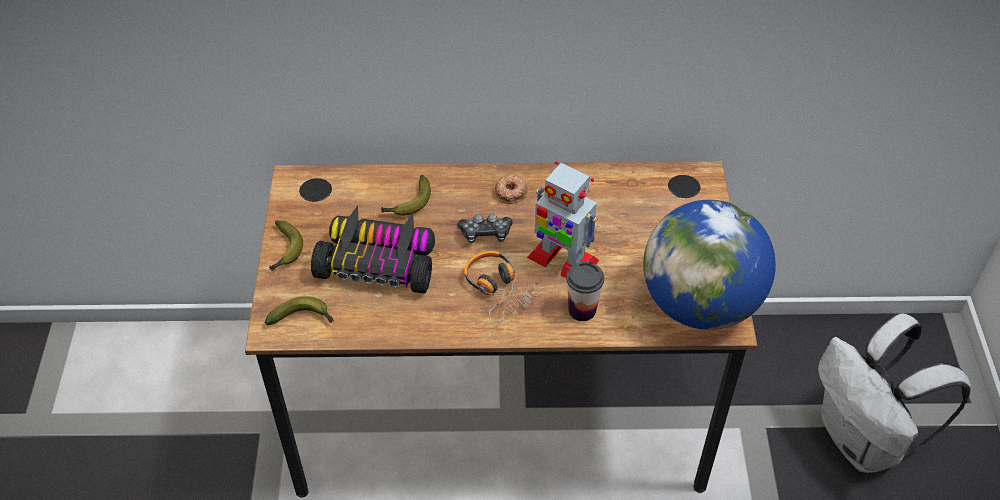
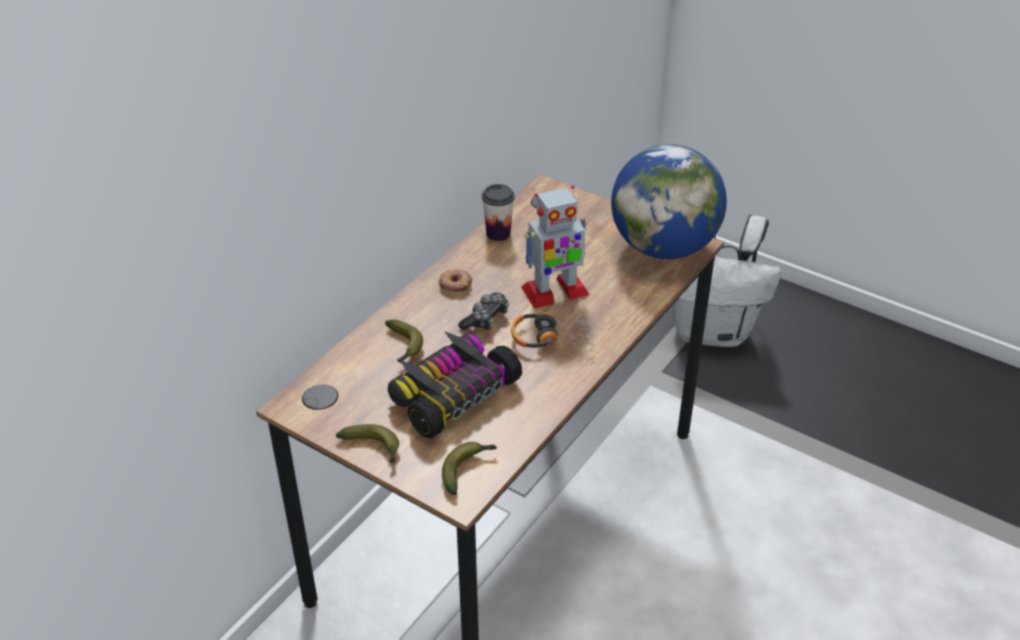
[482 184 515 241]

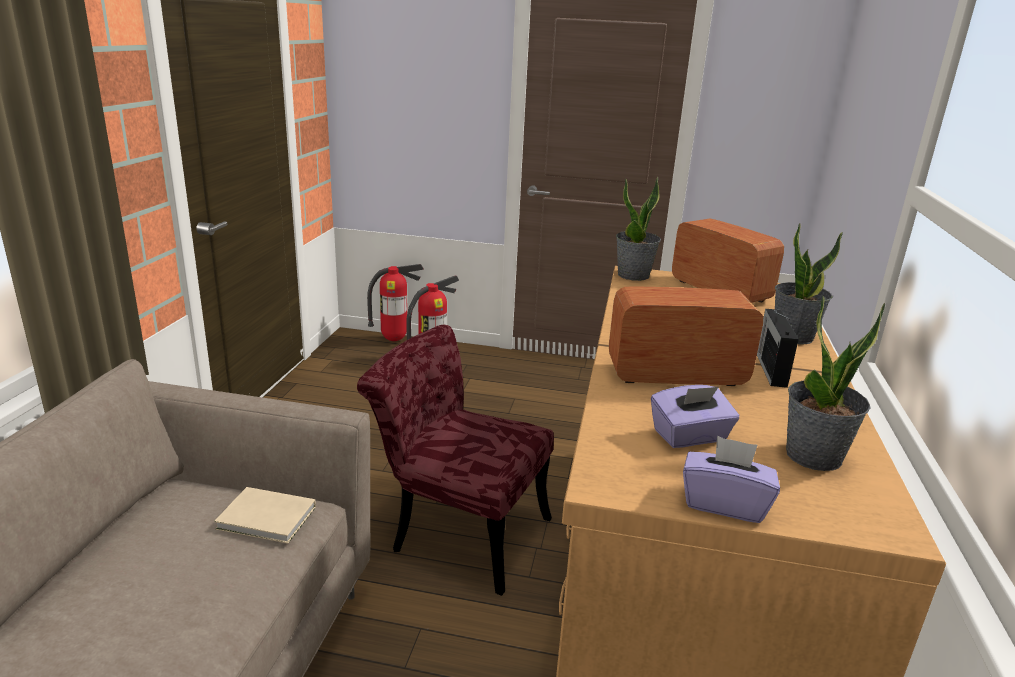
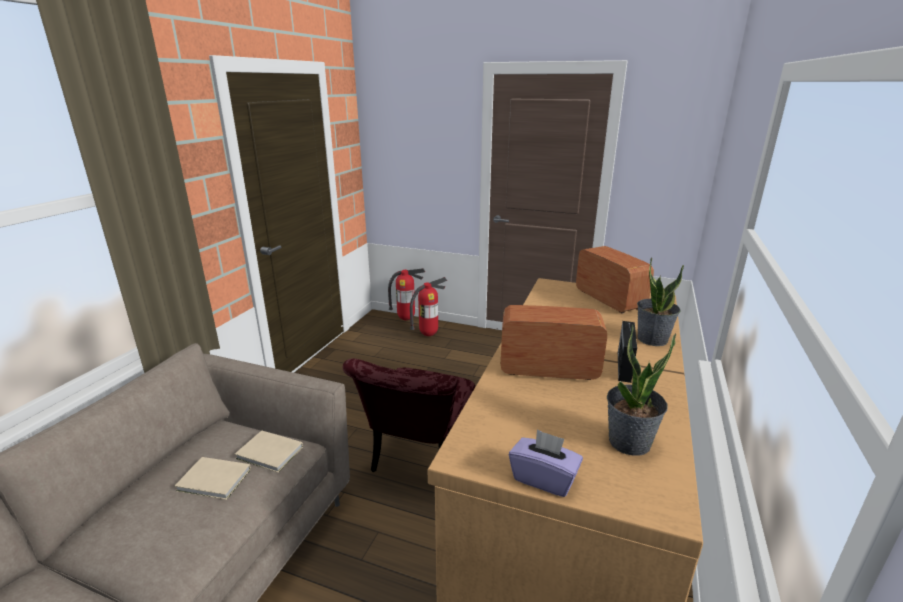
[616 177 661 281] (first image)
[651 385 739 448] (first image)
[174 457 251 500]
[343 358 475 472]

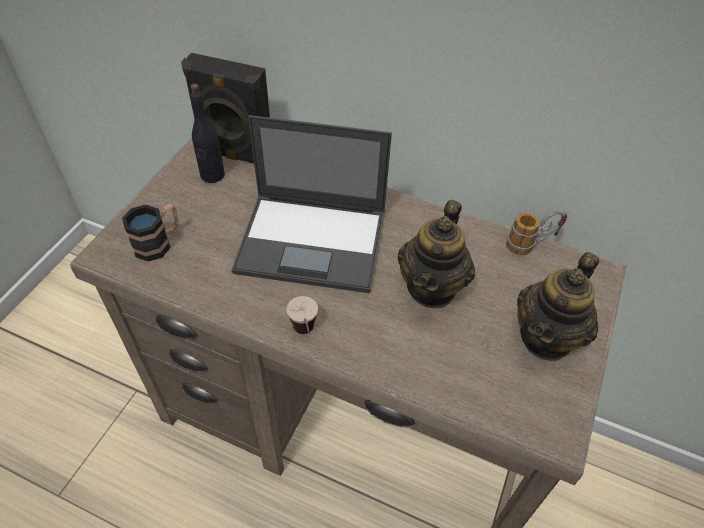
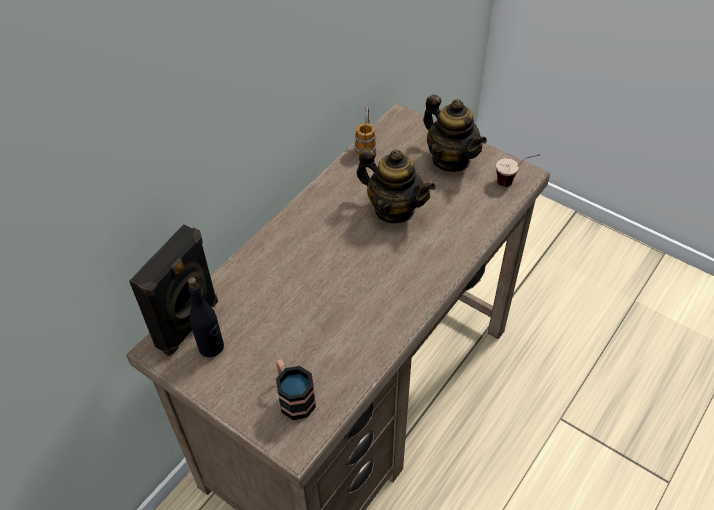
[231 115 392 293] (first image)
[496 154 540 187]

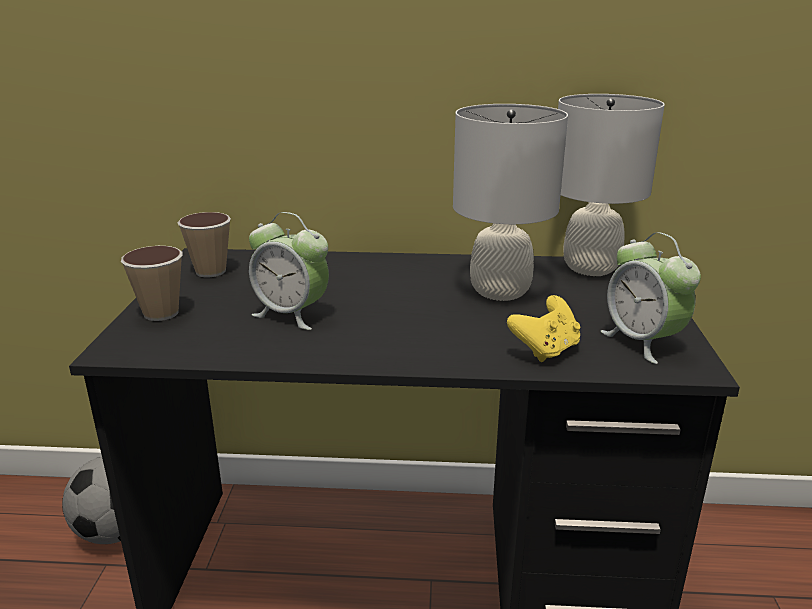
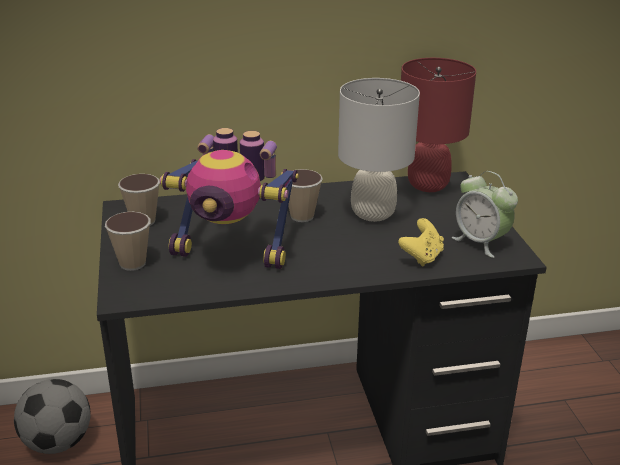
[288 169 323 222]
[160 128 299 269]
[401 58 476 192]

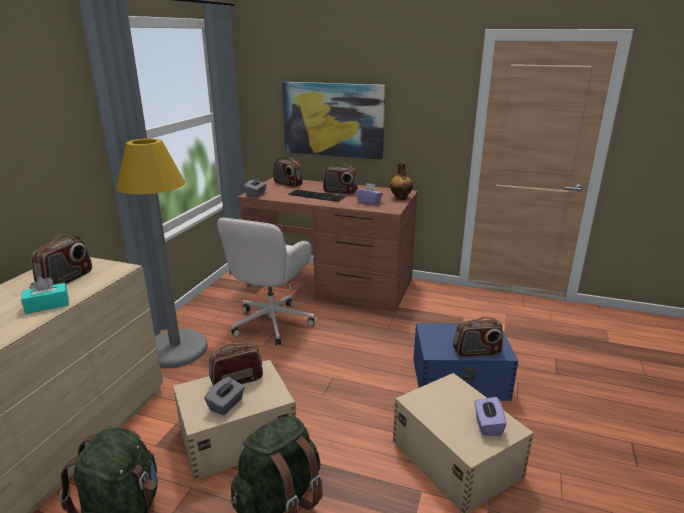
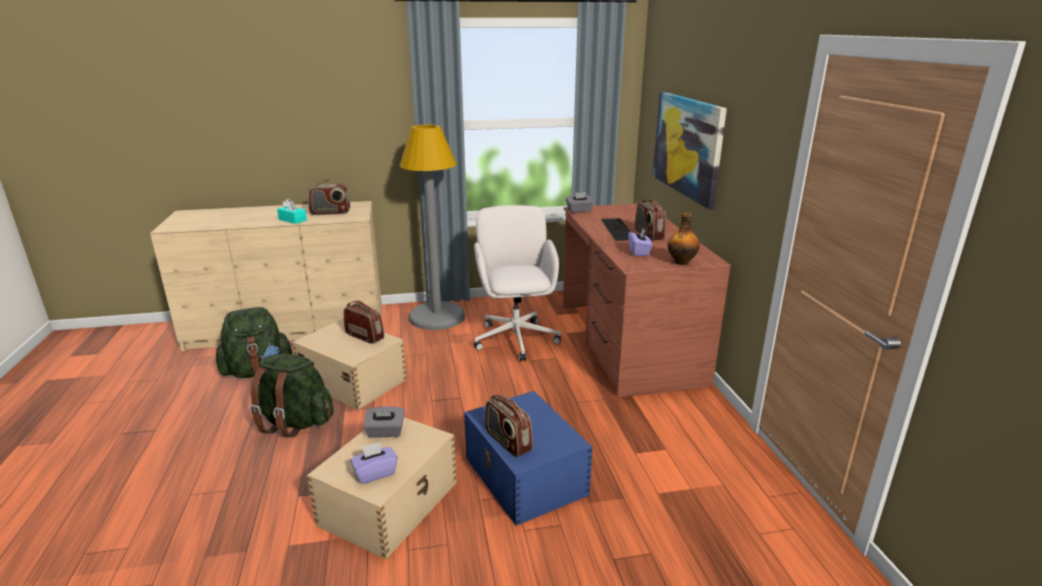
[274 157 302 187] (first image)
[363 406 405 438]
[474 205 561 361]

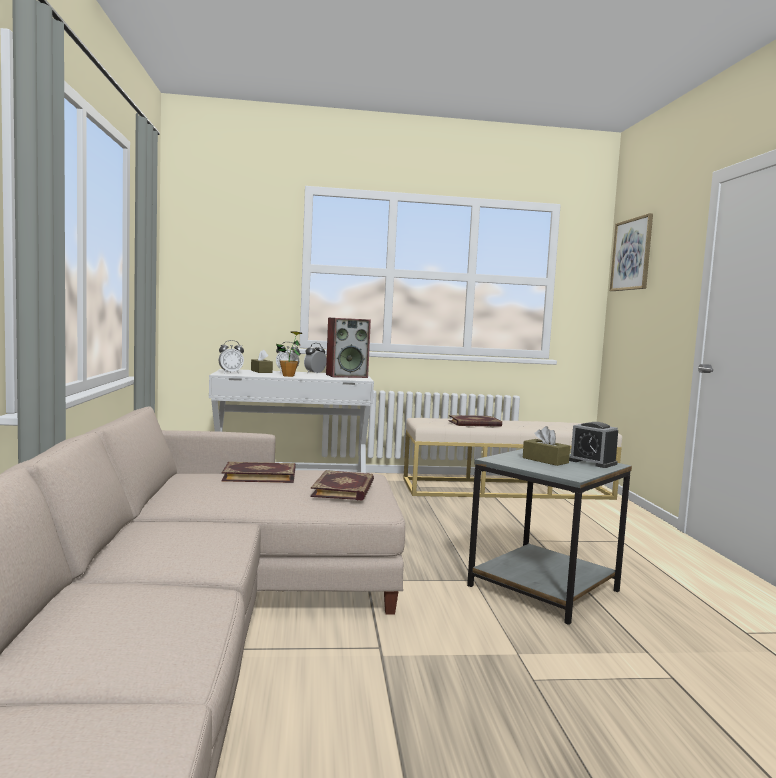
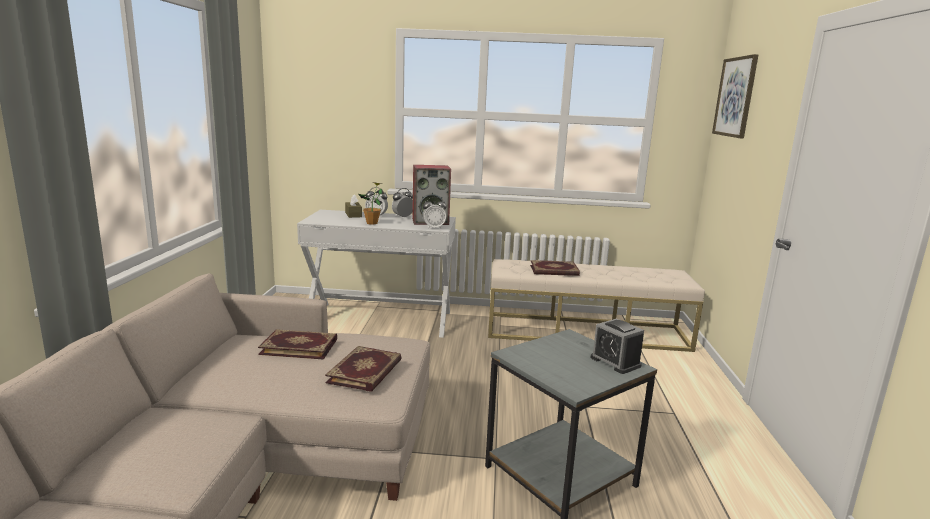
[523 426 570 466] (first image)
[422 197 446 229]

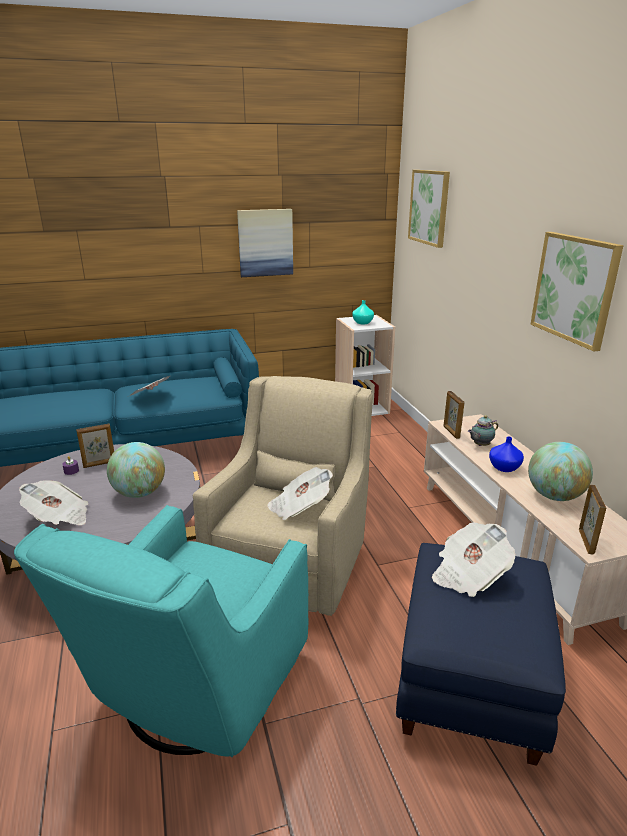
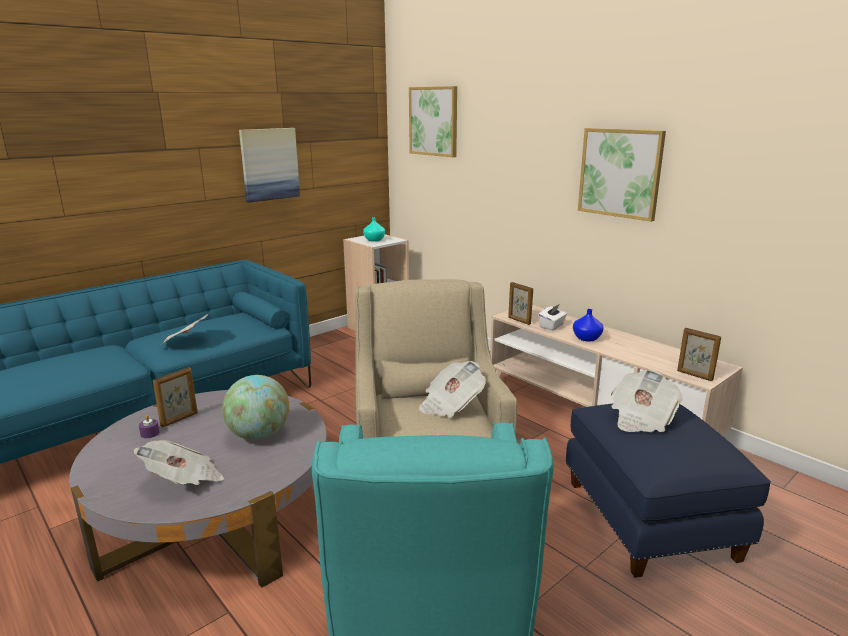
[528 442 593 501] (first image)
[538 305 567 331]
[677 328 721 381]

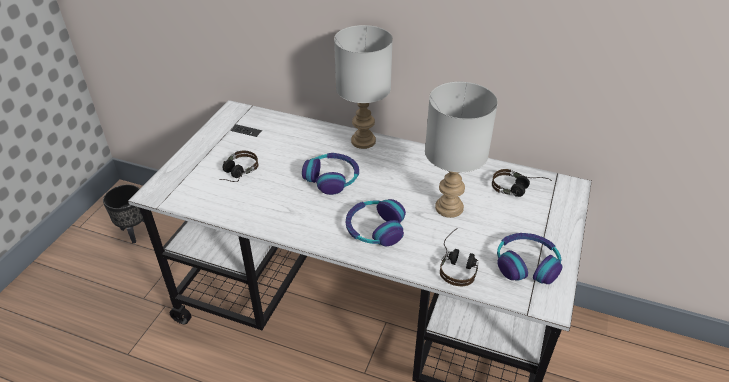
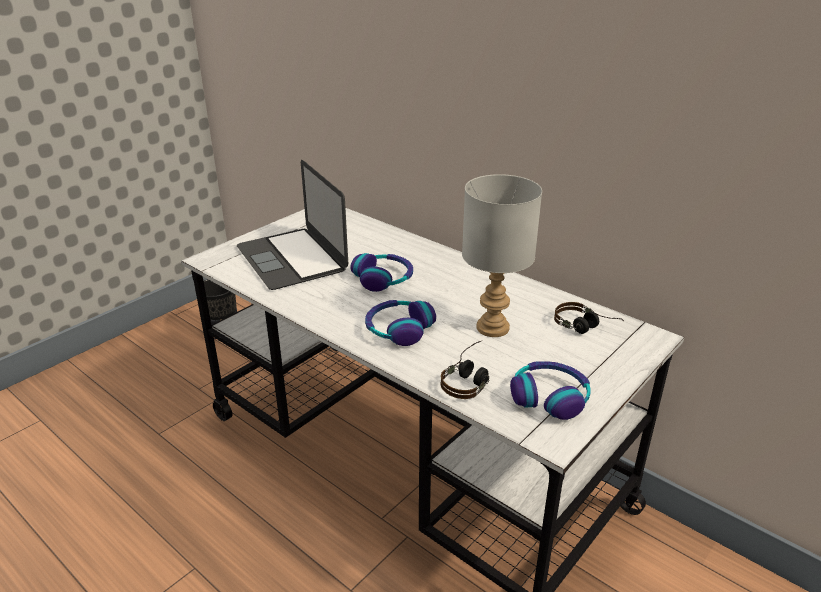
[334 25 393 149] (first image)
[237 160 348 290]

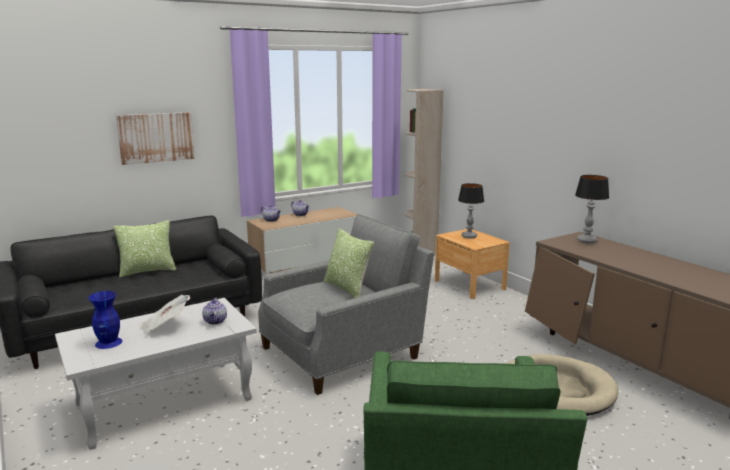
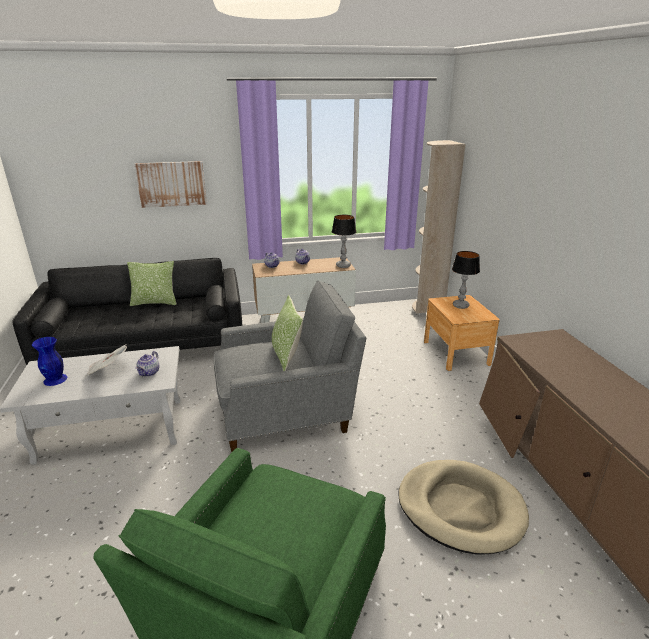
[332 215 356 268]

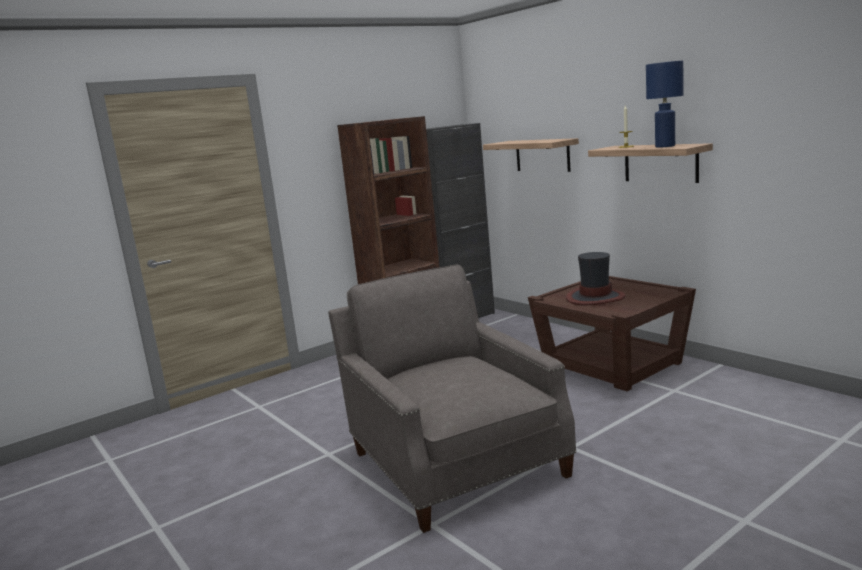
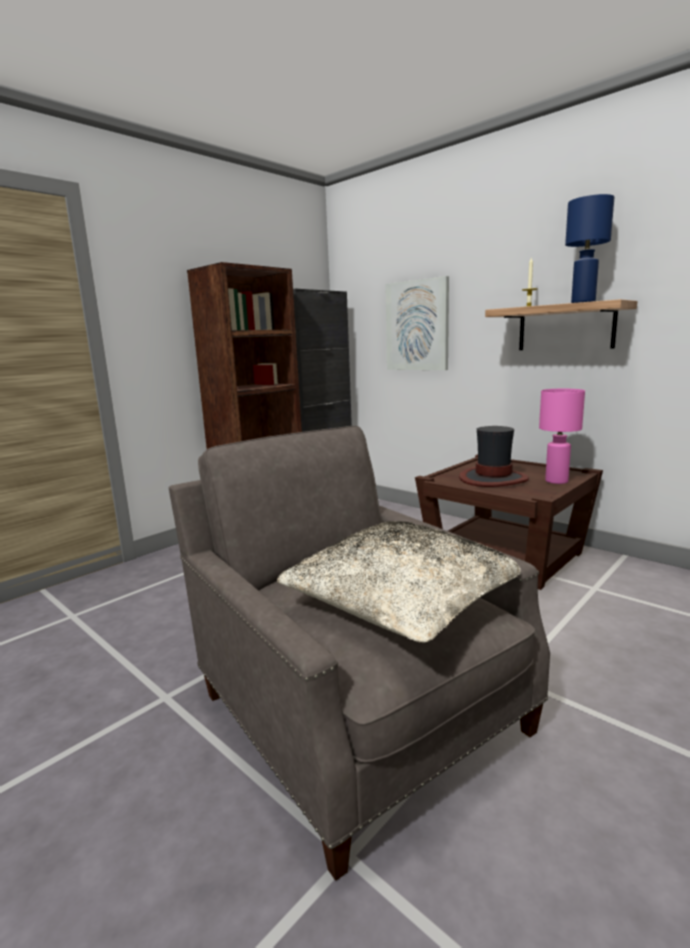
[277 521 521 643]
[539 389 585 484]
[385 276 449 370]

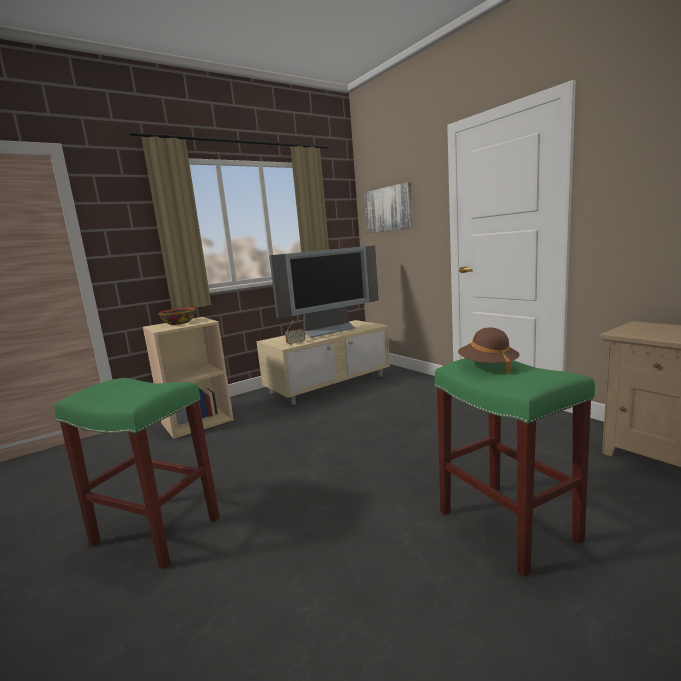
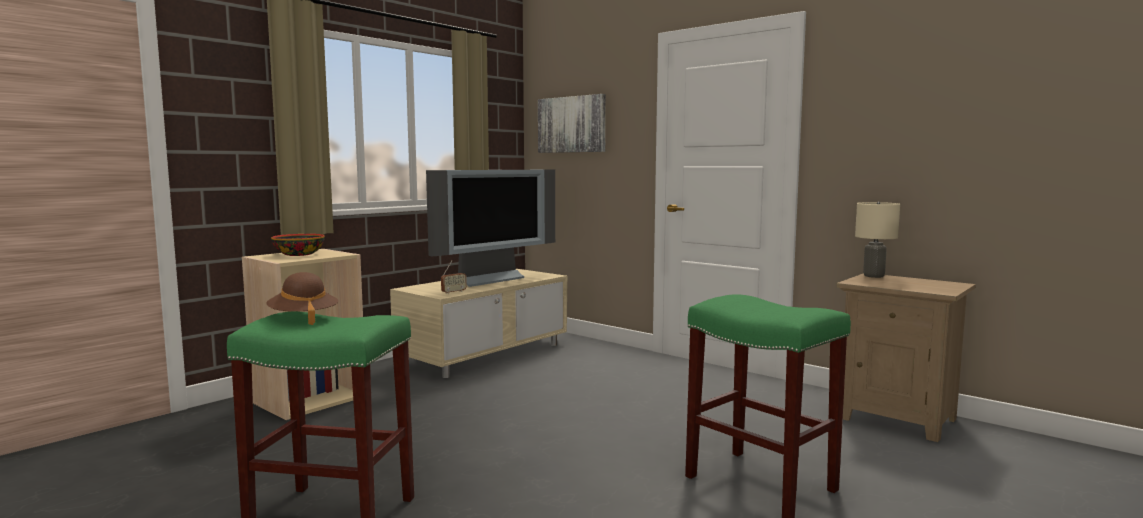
[855 202 900 278]
[266 272 338 325]

